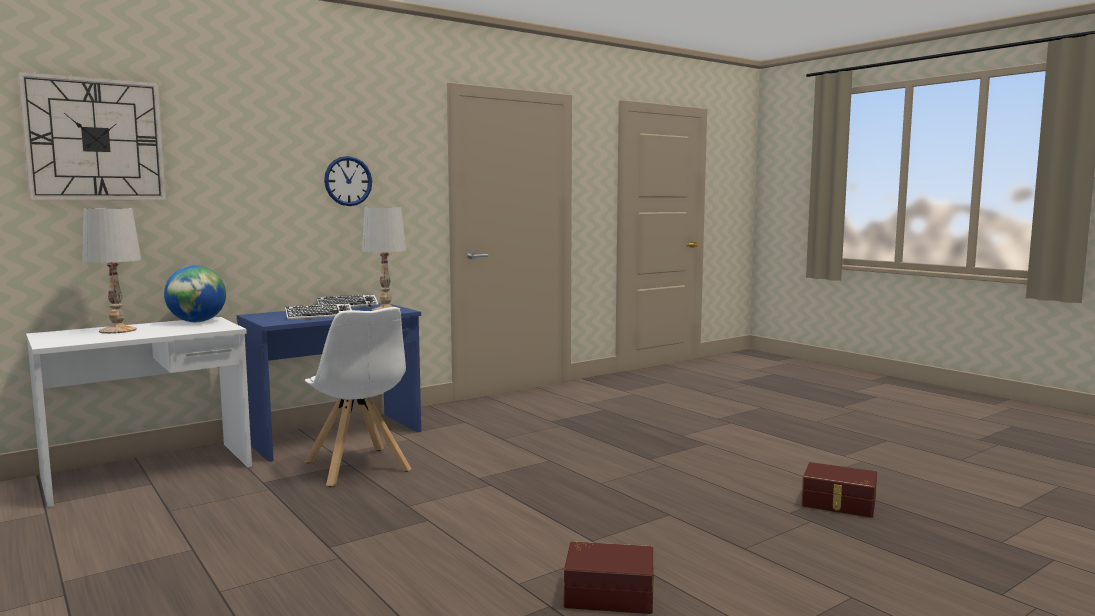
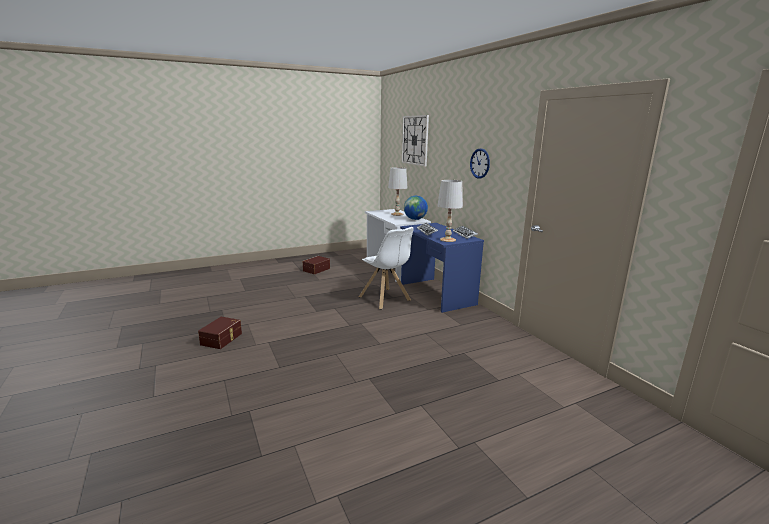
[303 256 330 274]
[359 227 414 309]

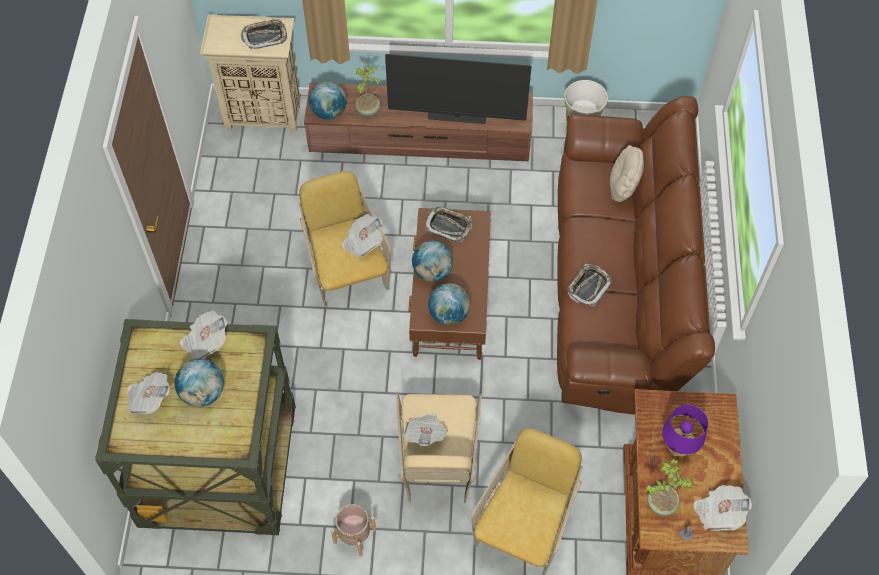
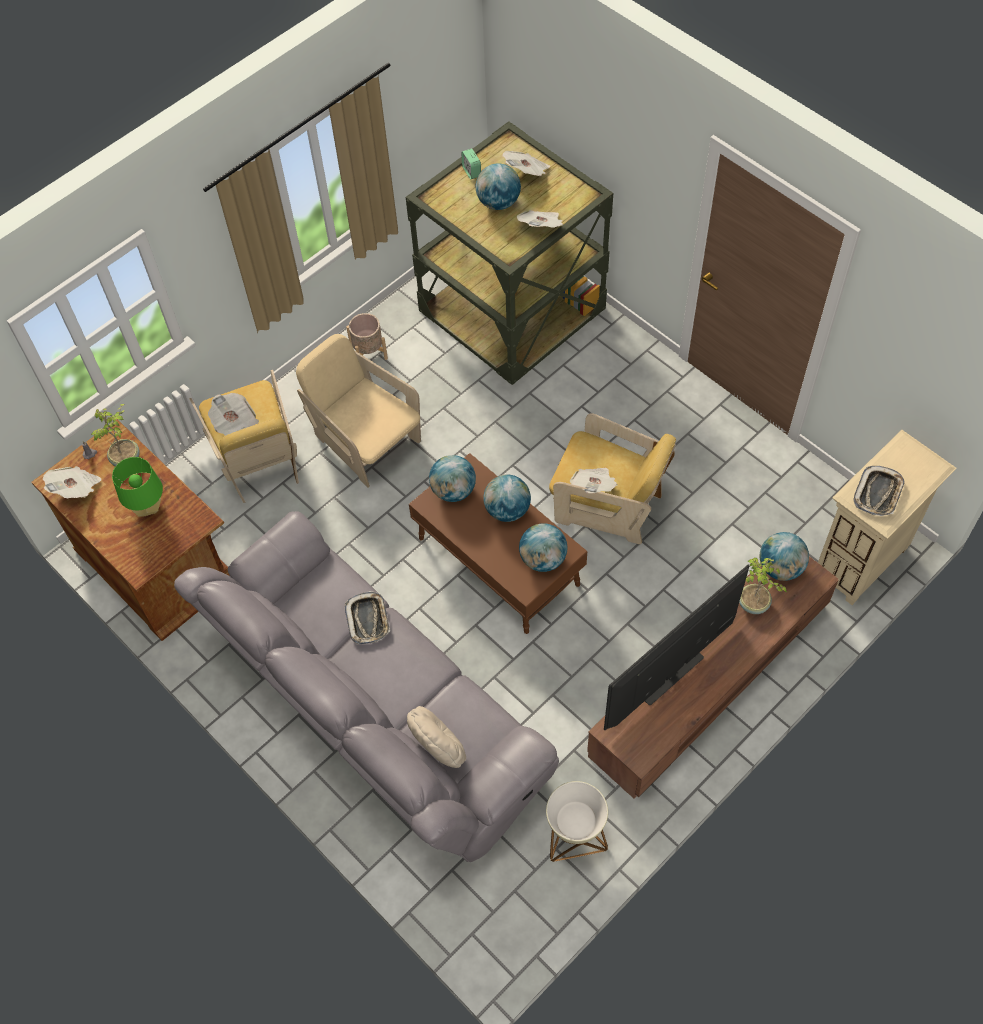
[462 149 481 179]
[208 393 259 436]
[519 523 567 572]
[174 511 559 862]
[112 457 163 517]

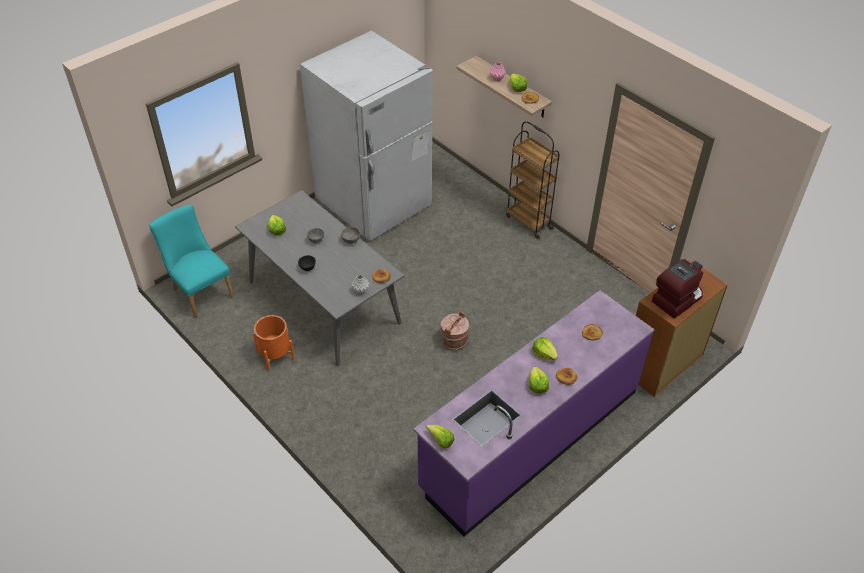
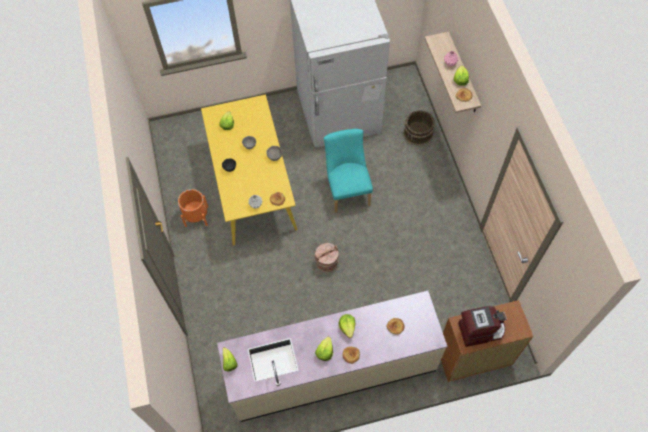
[506 122 560 239] (first image)
[403 110 435 146]
[324 129 373 213]
[201 95 298 245]
[217 291 448 422]

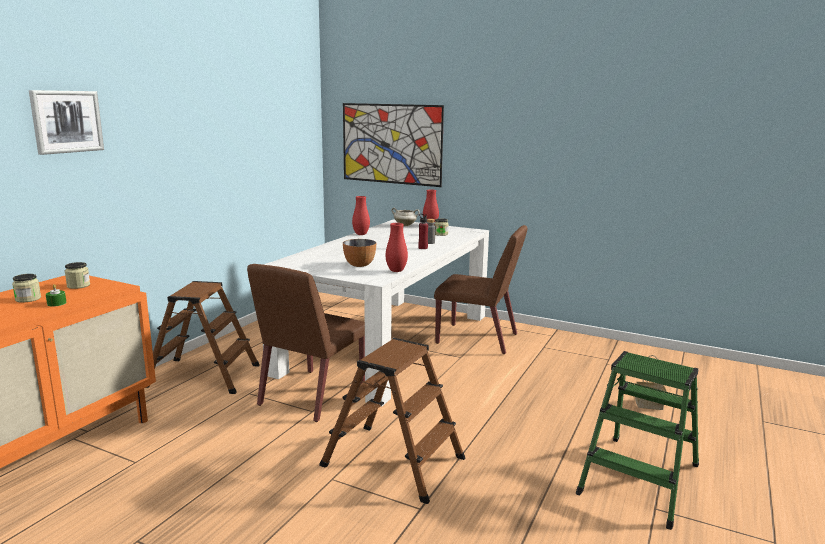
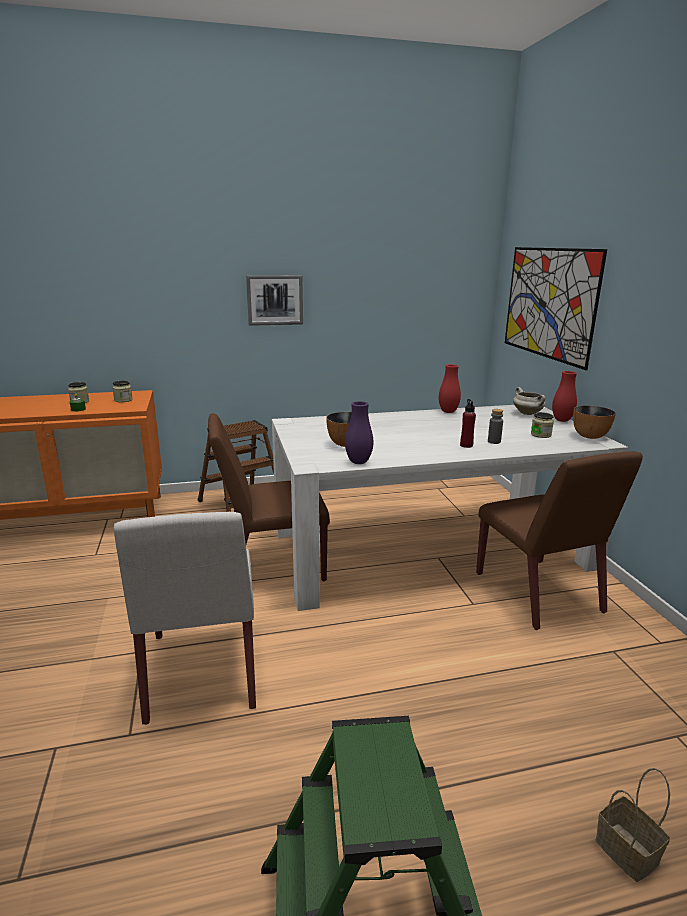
[573 406 616 439]
[246 275 303 326]
[114 512 256 725]
[345 401 373 464]

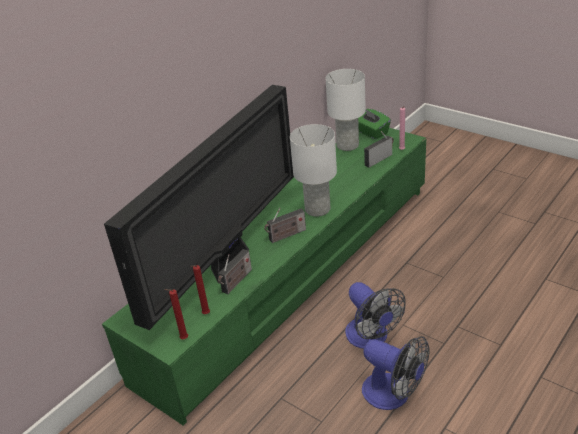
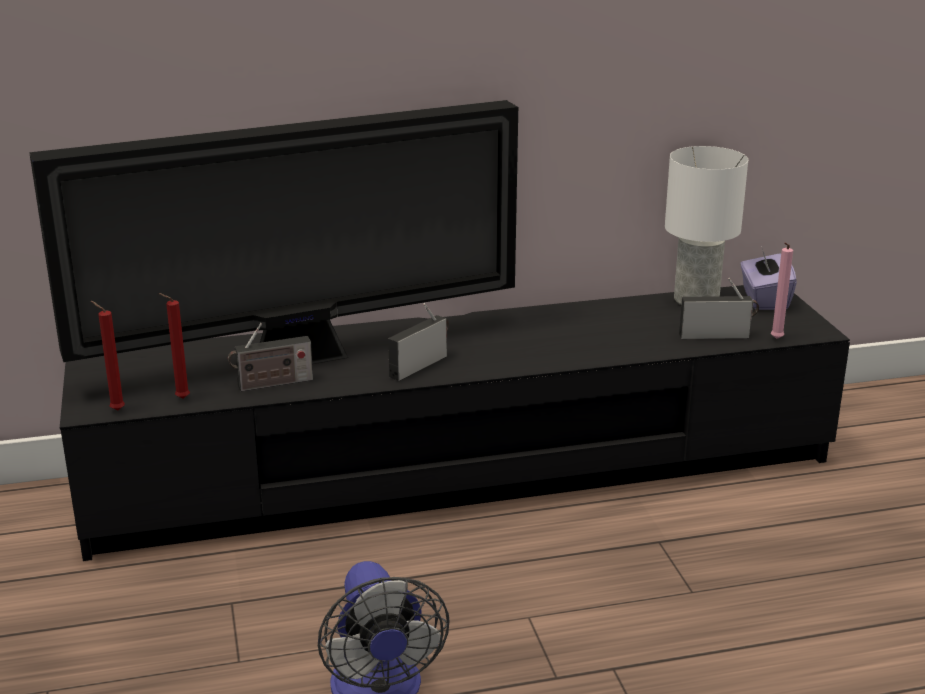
[290 124 337 216] (first image)
[345 282 406 349] (first image)
[60 285 850 561]
[740 246 797 310]
[388 303 449 381]

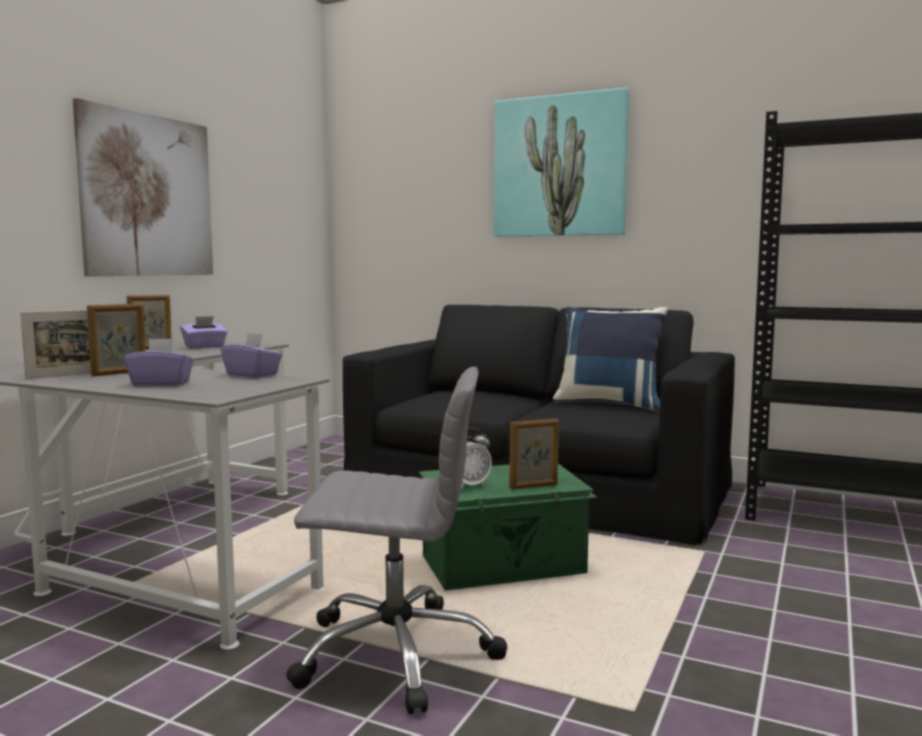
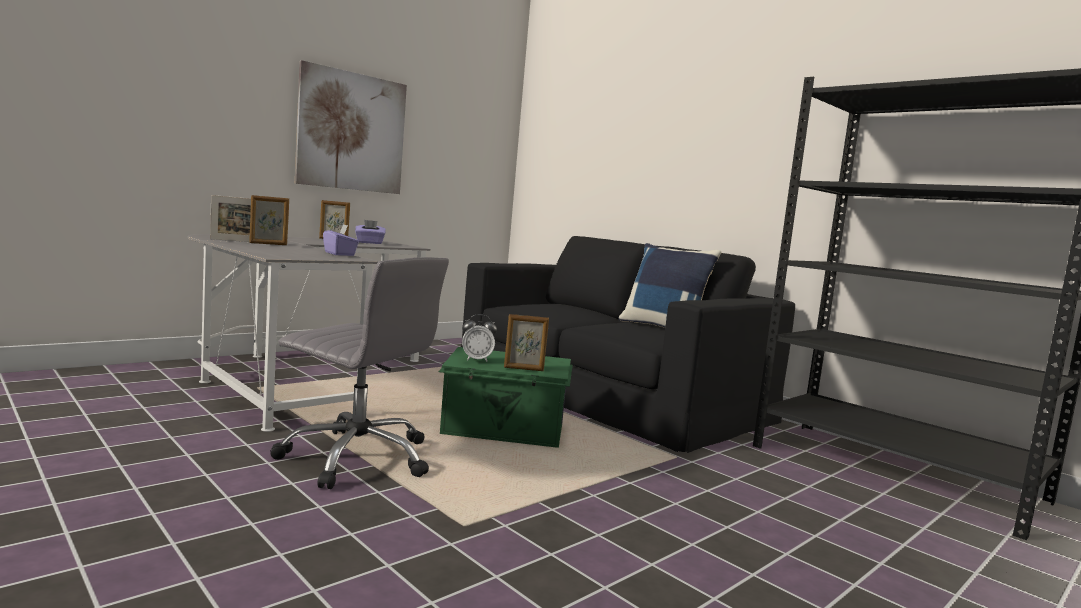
[124 338 194 386] (first image)
[494 88 629 237] (first image)

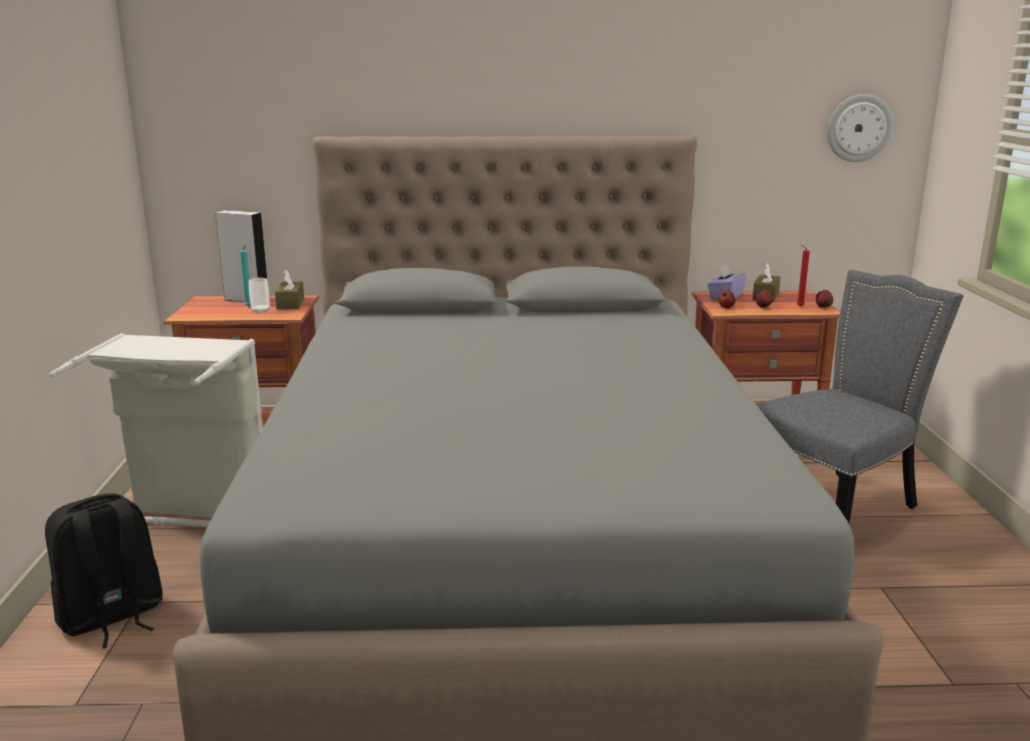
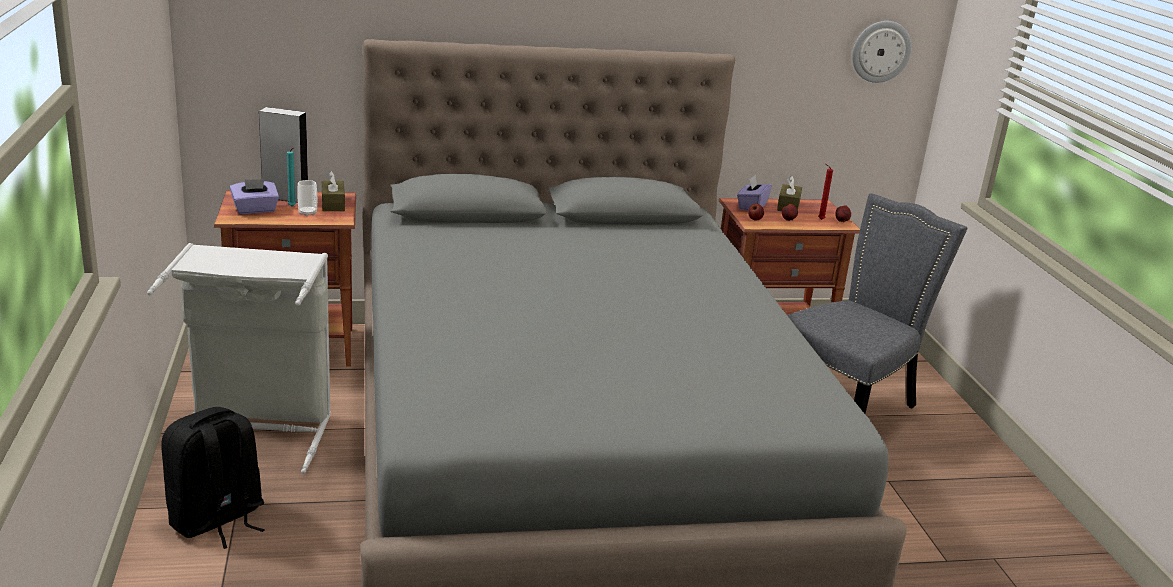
[230 179 279 214]

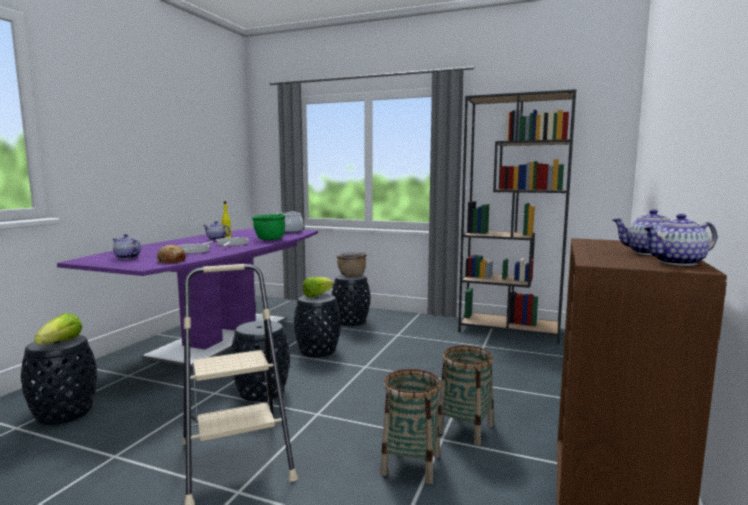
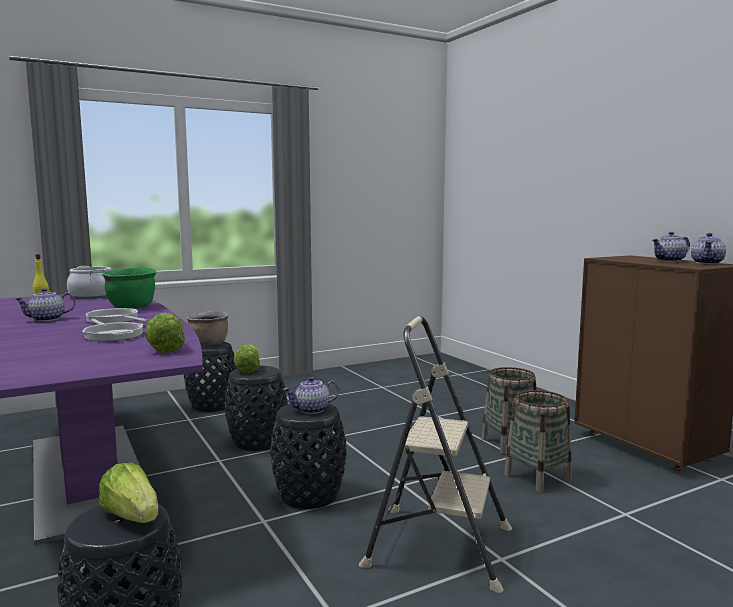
[458 89 576 344] (first image)
[283 377 339 414]
[145 313 185 353]

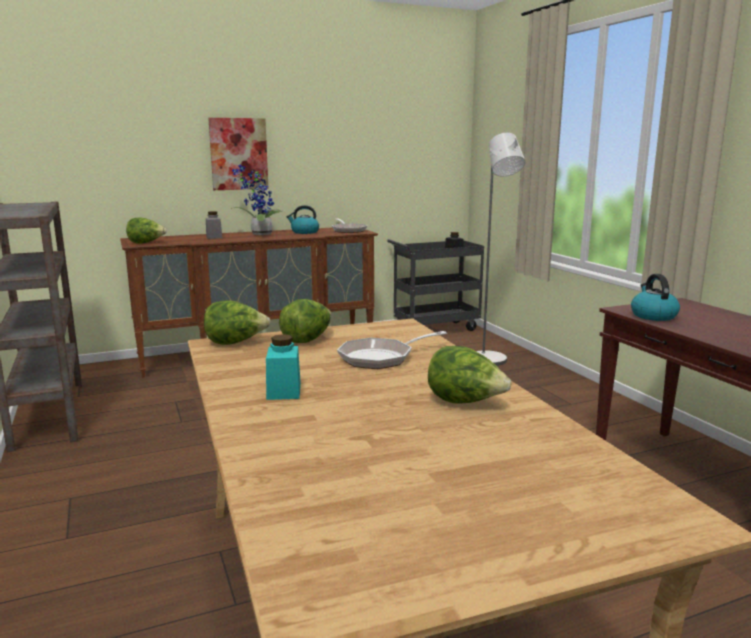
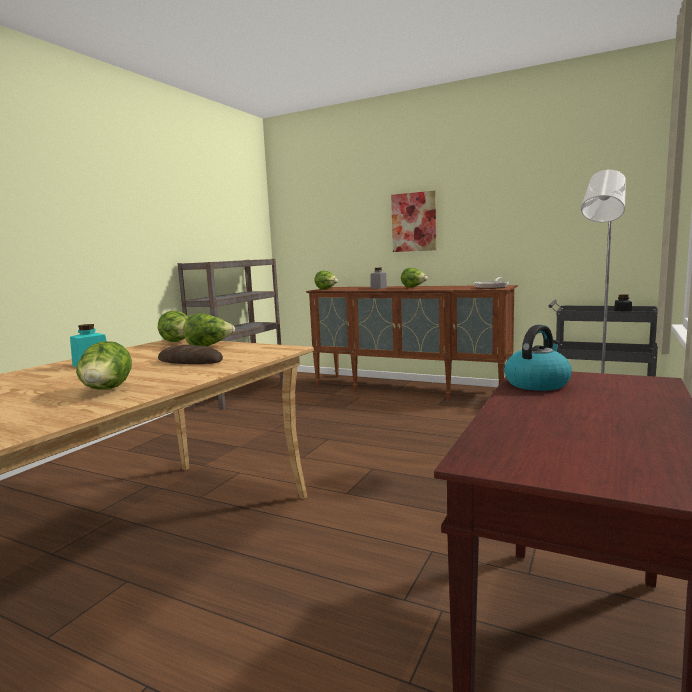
[287 205 319 234] (first image)
[401 268 428 288]
[158 345 223 364]

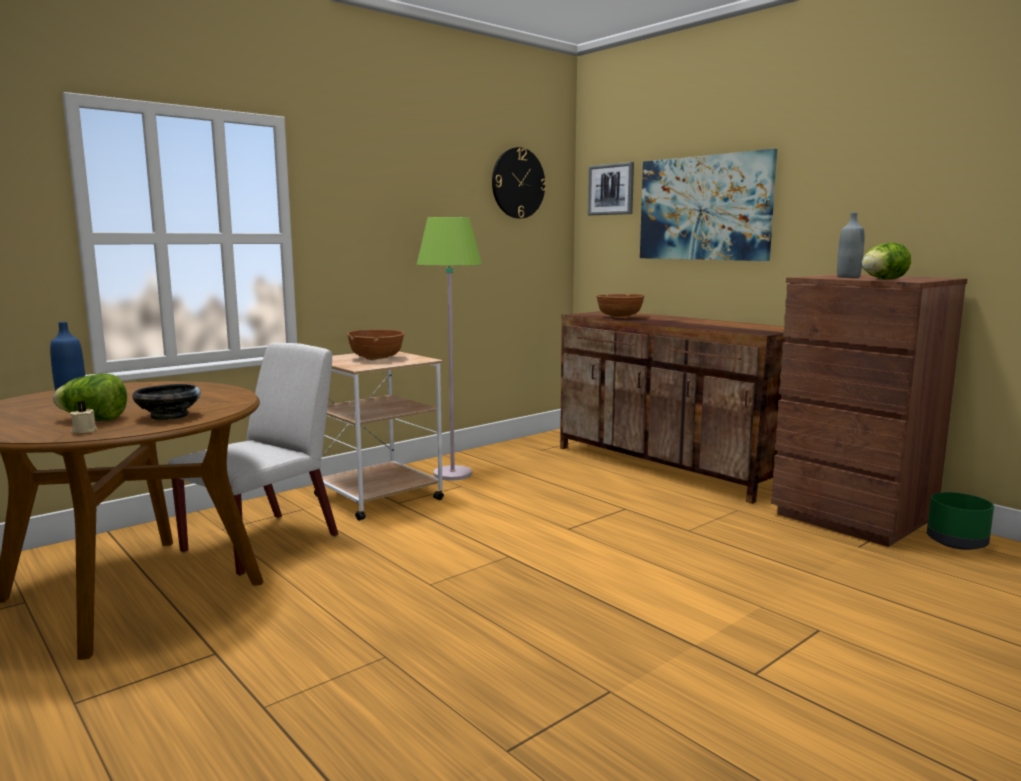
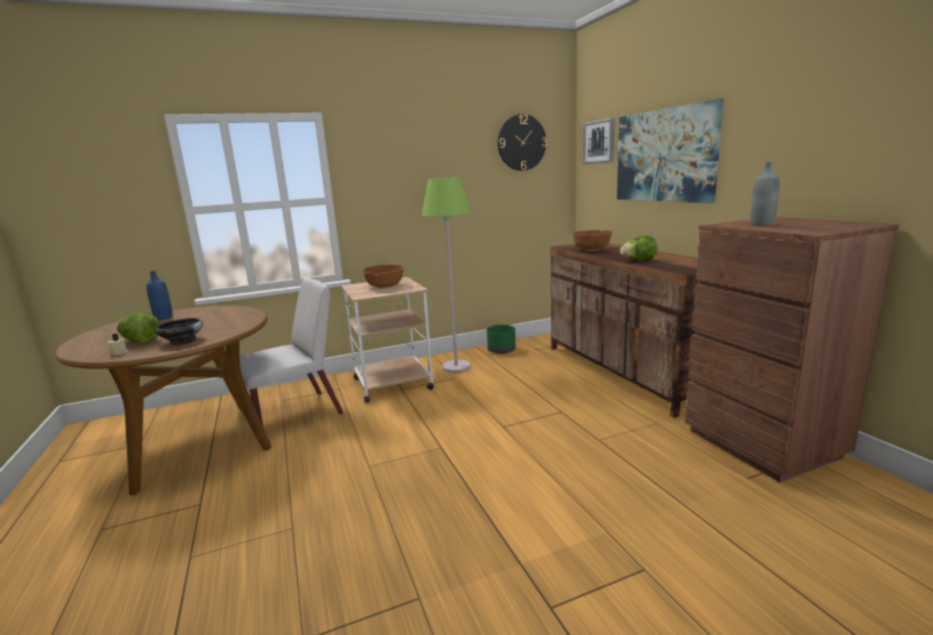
[620 235 657 260]
[487 325 516 354]

